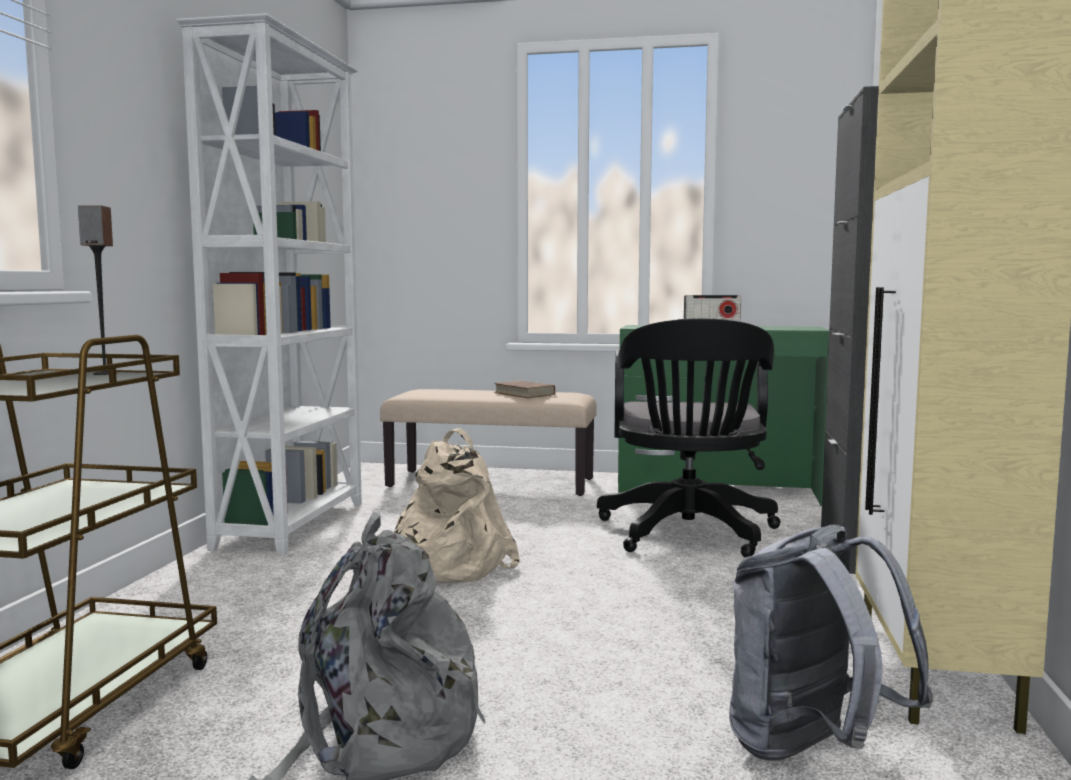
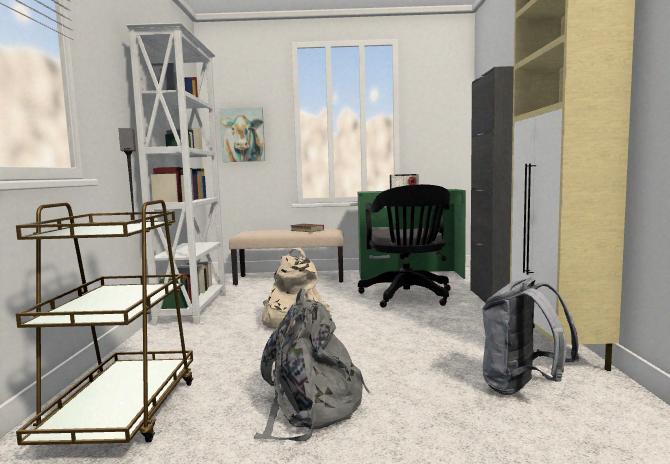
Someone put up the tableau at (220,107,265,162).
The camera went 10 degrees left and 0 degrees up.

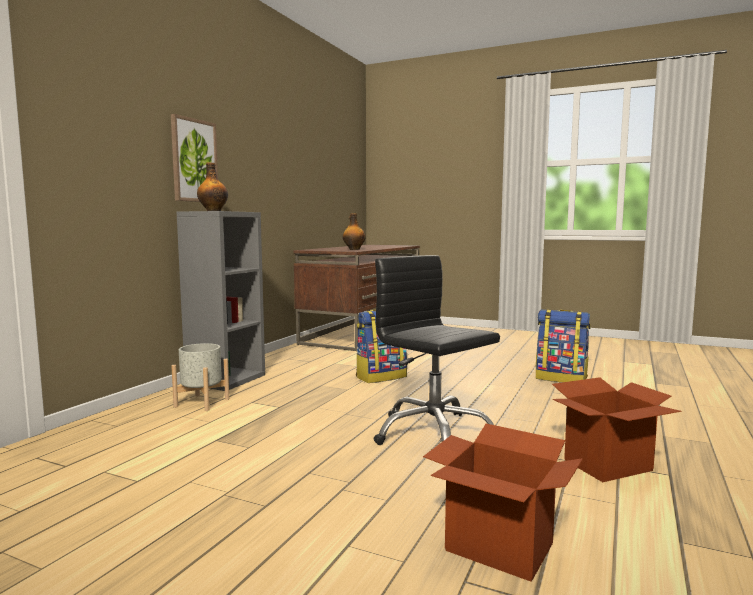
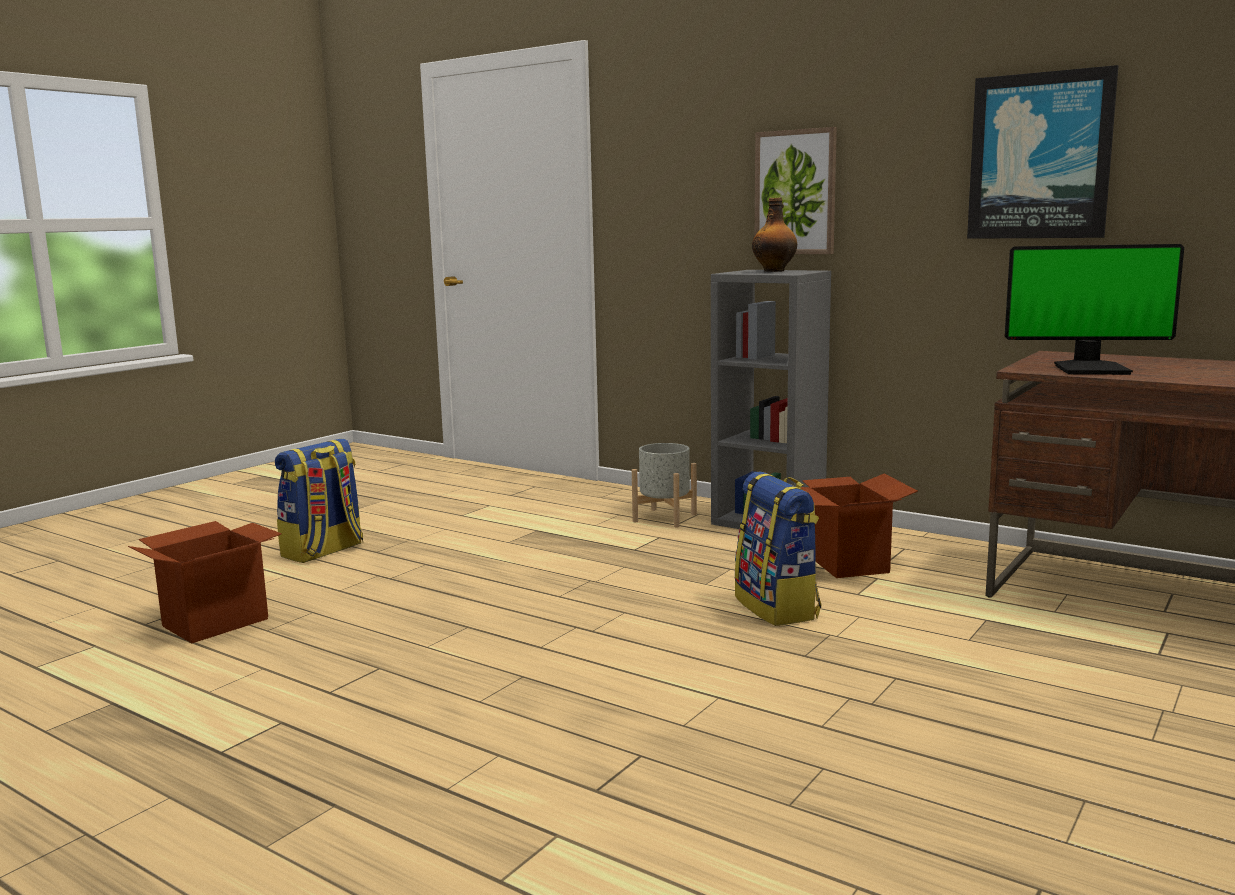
Someone swapped the bouteille at (343,213,366,250) for the écran d'ordinateur at (1005,244,1184,375).
Someone took away the chaise de bureau [noir] at (373,255,500,445).
Someone carried the sac à dos from (536,310,591,383) to (275,439,363,563).
Someone carried the carton from (552,377,681,482) to (801,474,918,578).
Someone put up the tableau at (967,65,1118,239).
The camera went 100 degrees right and 5 degrees up.

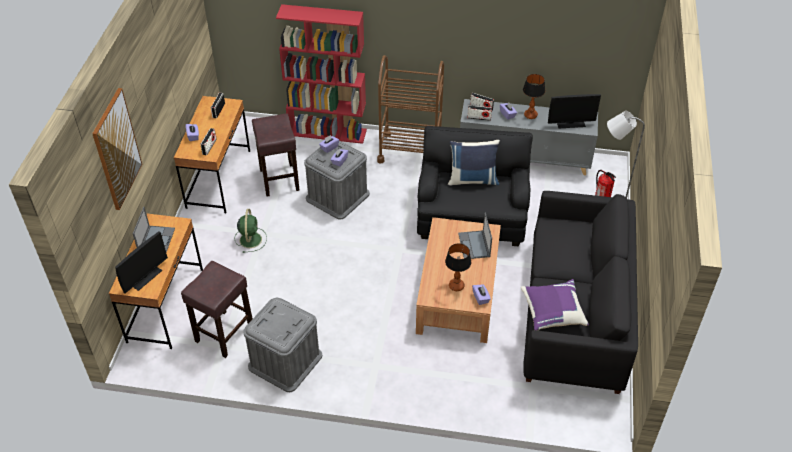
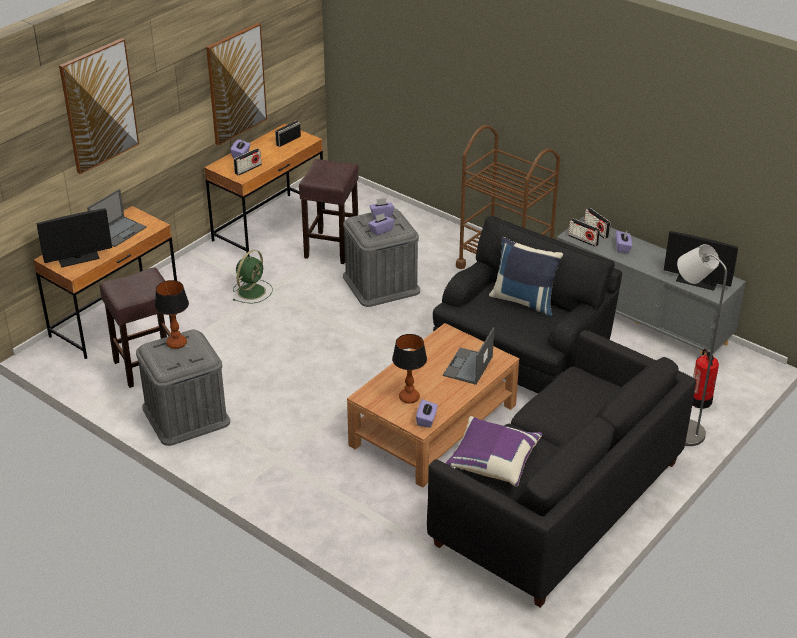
Someone took away the bibliothèque [rouge] at (276,4,367,144).
Someone carried the lampe de table from (523,74,545,119) to (155,280,189,349).
Someone put up the tableau at (206,23,267,146).
The camera went 30 degrees right and 10 degrees down.

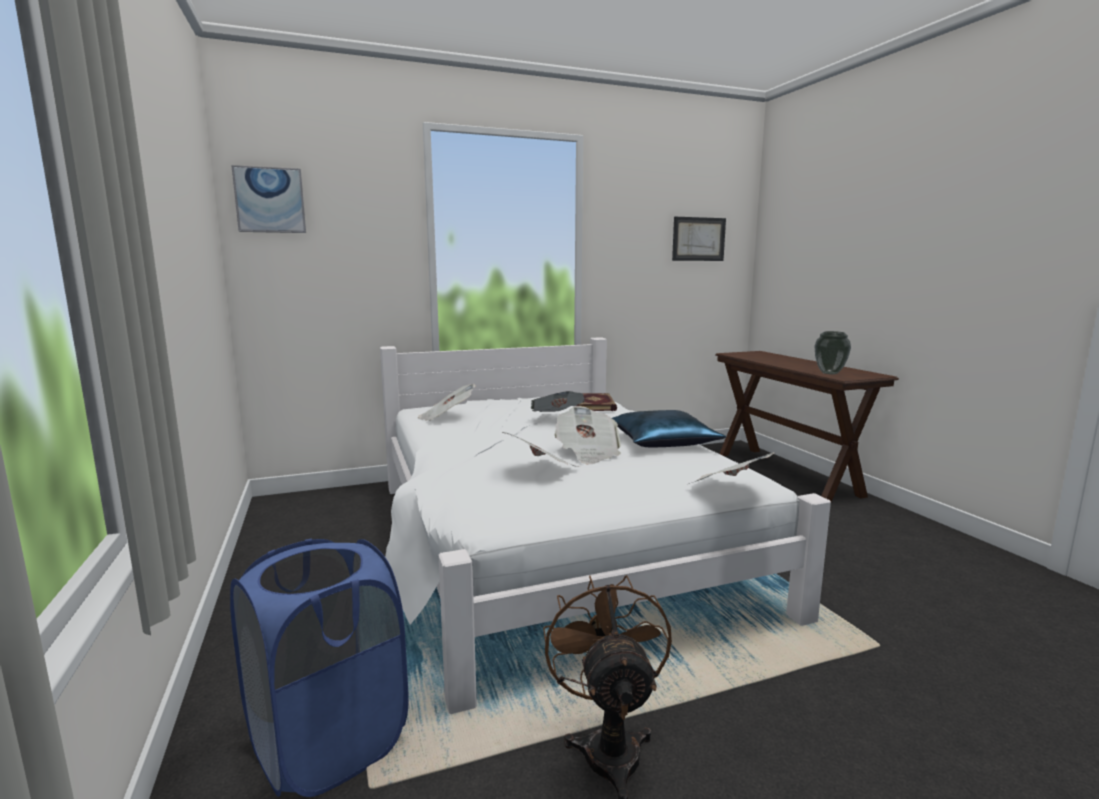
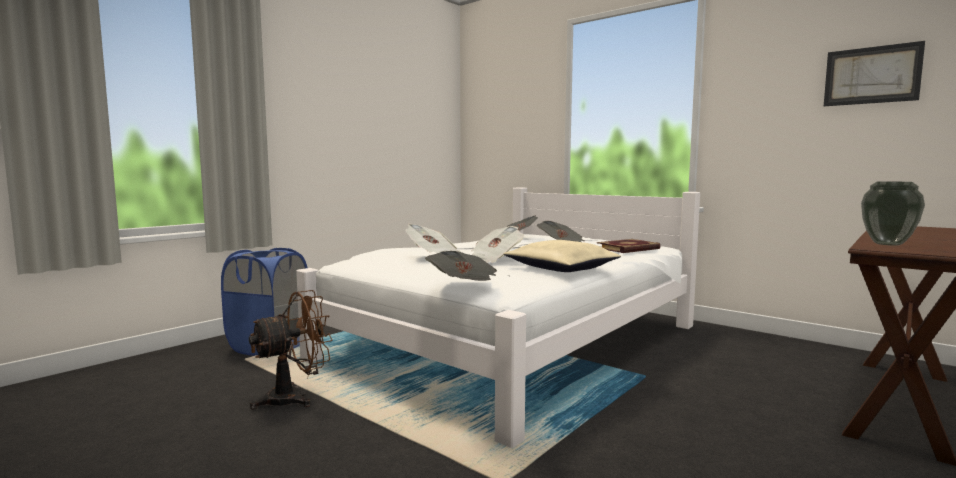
Someone took away the tableau at (231,165,306,233).
Someone repainted the coussin [bleu] at (612,410,726,447), which became the coussin [beige] at (504,240,621,272).
The camera went 60 degrees right and 5 degrees down.

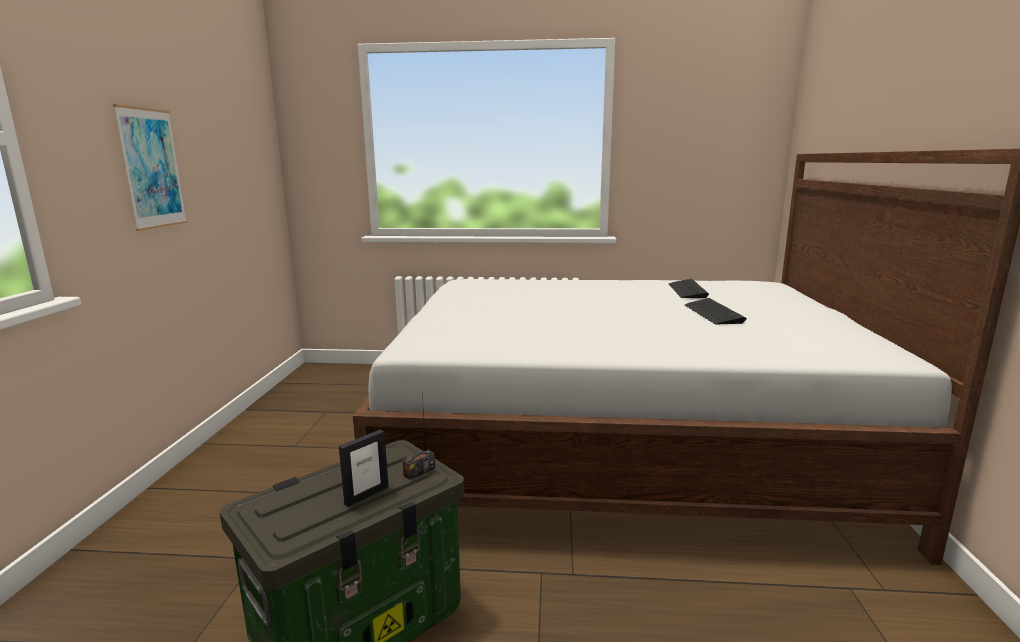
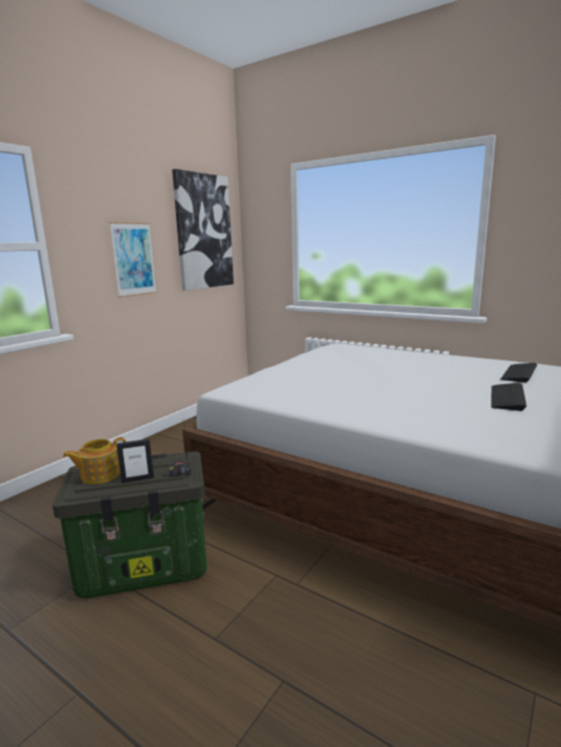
Someone put up the tableau at (172,169,234,291).
Someone put down the théière at (63,437,126,484).
The camera went 30 degrees right and 0 degrees up.

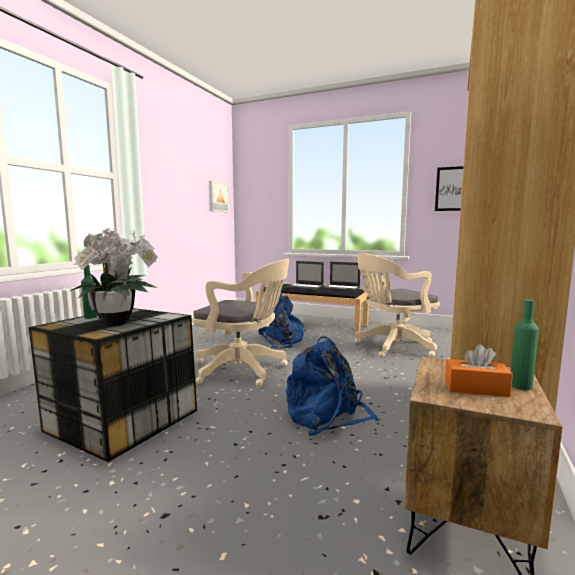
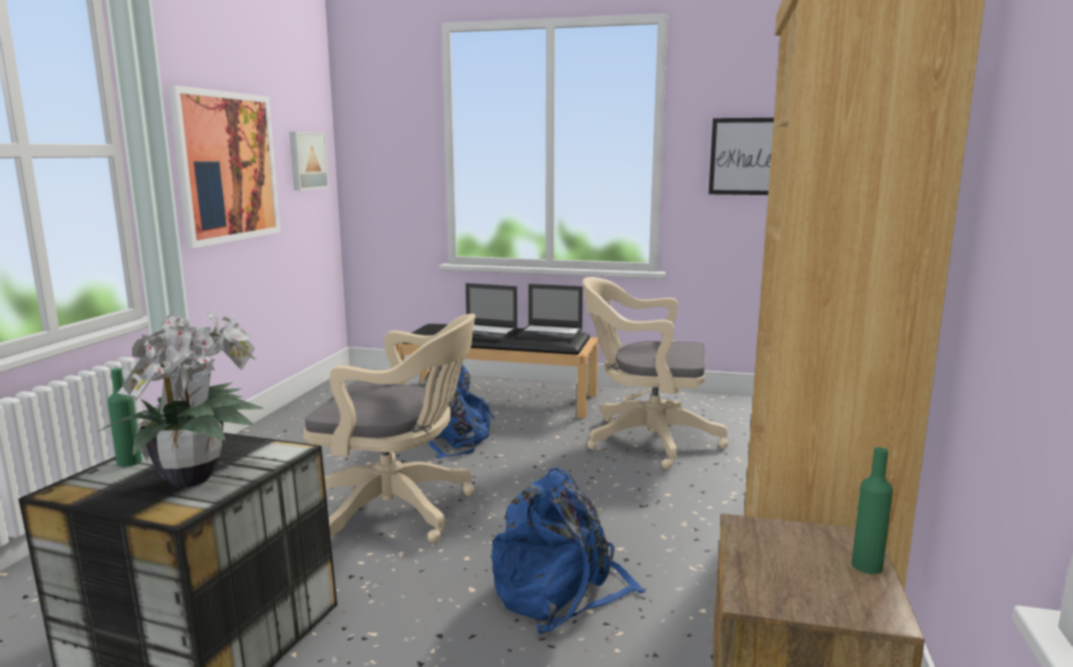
Someone rotated the chaise de bureau [beige] at (355,253,440,357) by 45 degrees clockwise.
Someone took away the boîte à mouchoirs [orange] at (445,344,513,397).
Someone put up the tableau at (168,85,280,248).
The camera went 10 degrees left and 5 degrees up.

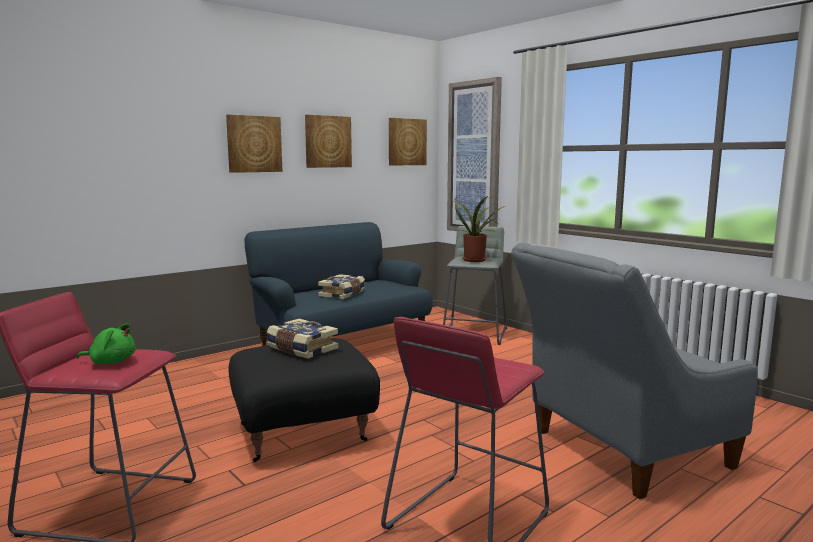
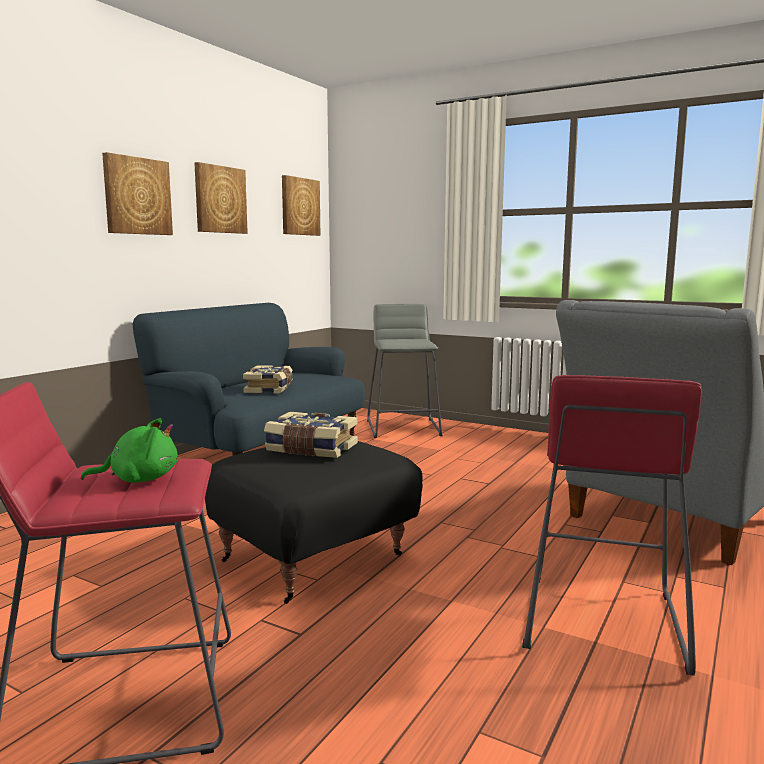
Someone took away the tableau at (447,77,502,231).
Someone took away the plante en pot at (452,195,505,262).
The camera went 20 degrees left and 0 degrees up.

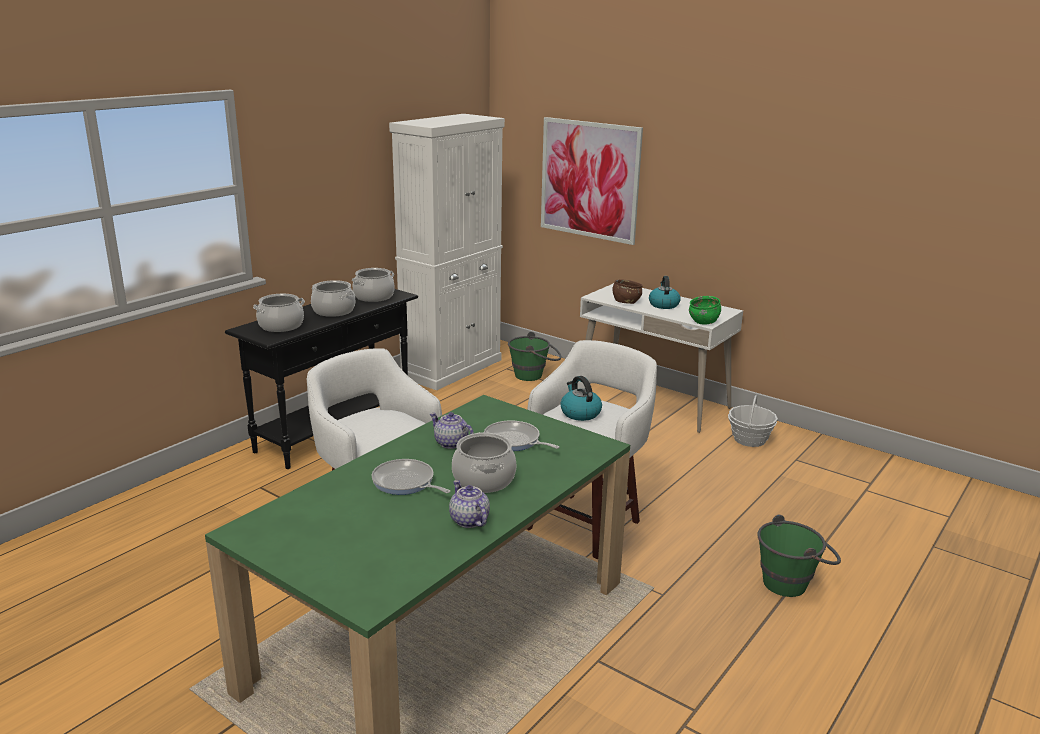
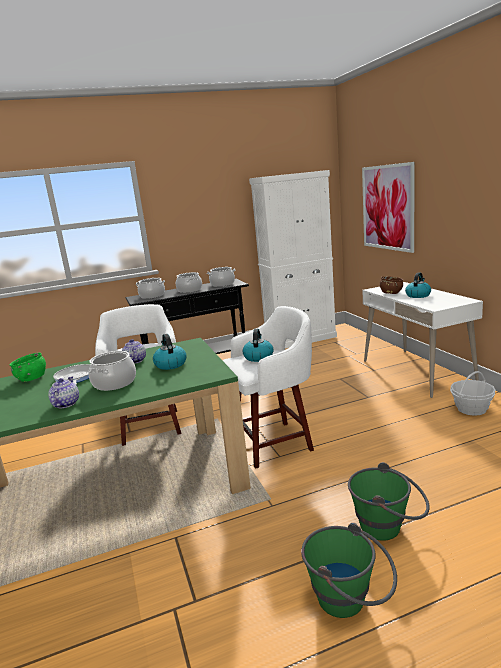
Someone carried the bol [vert] from (689,296,721,324) to (10,353,46,382).
Someone carried the seau [vert] from (508,332,562,381) to (301,523,397,618).
Someone swapped the poêle at (484,421,559,451) for the bouilloire at (153,334,187,370).
The camera went 35 degrees right and 5 degrees down.

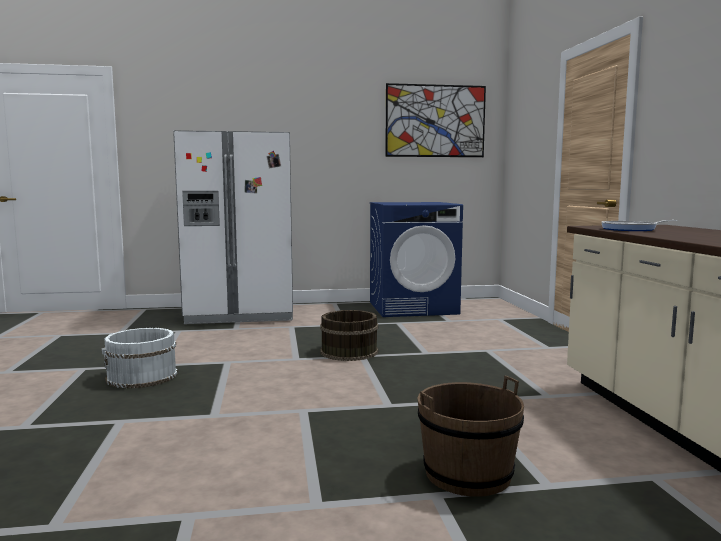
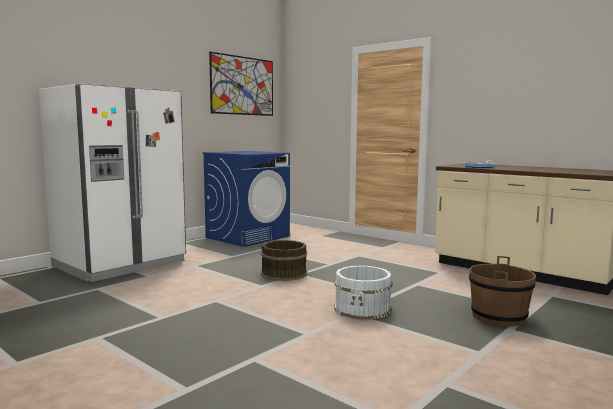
Someone carried the seau [blanc] from (102,328,178,389) to (334,266,393,320).
The camera went 40 degrees left and 0 degrees up.

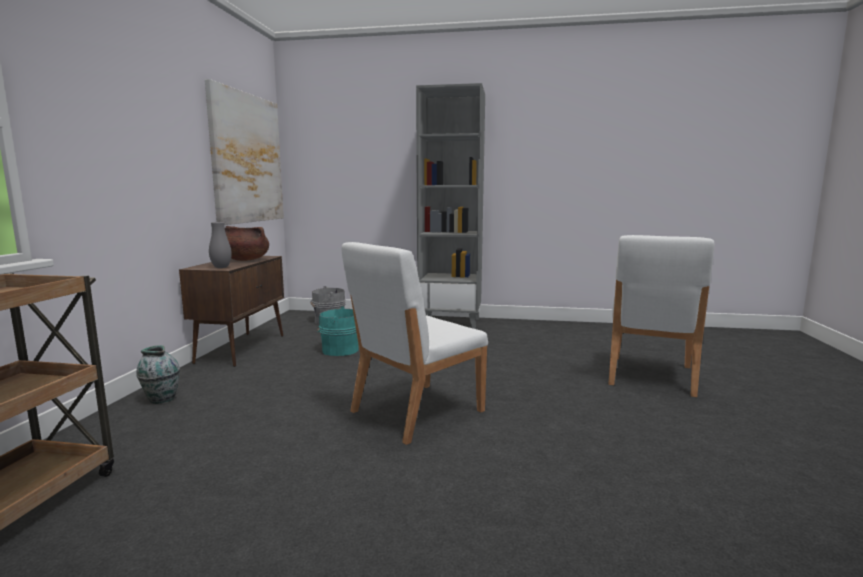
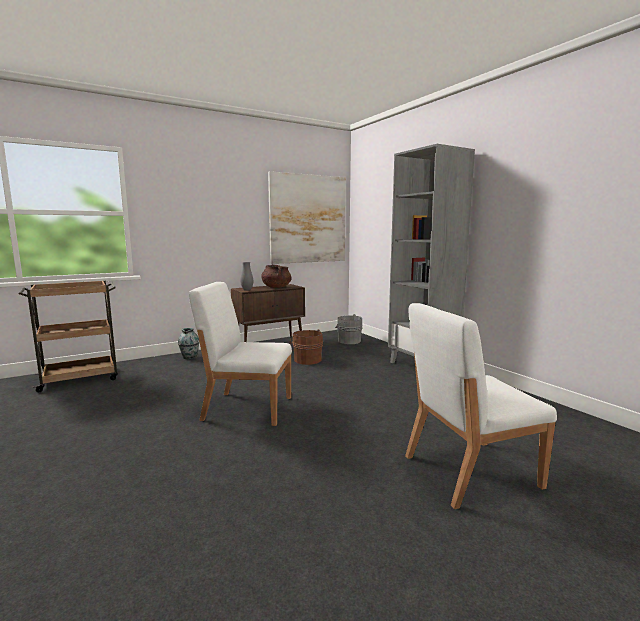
Someone repainted the seau [turquoise] at (317,306,358,356), which became the seau [marron] at (290,329,323,365).
The camera went 50 degrees right and 0 degrees up.

